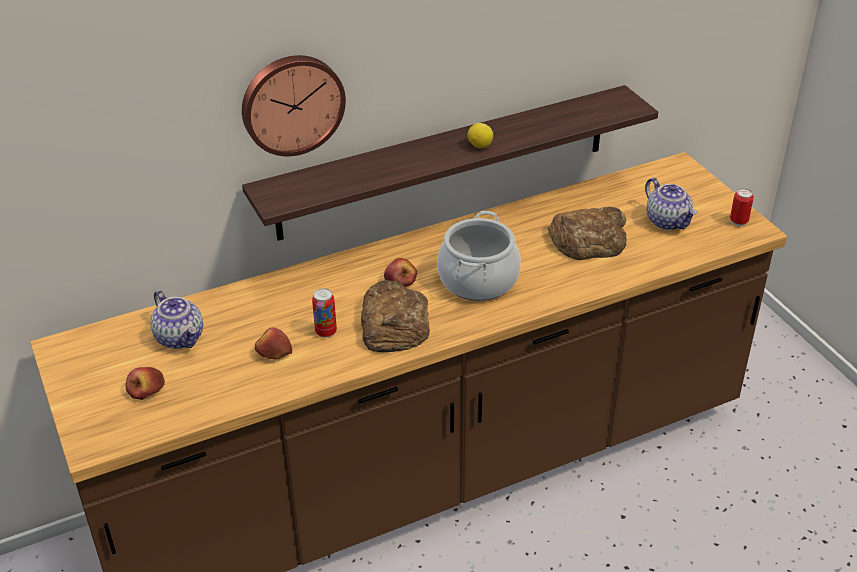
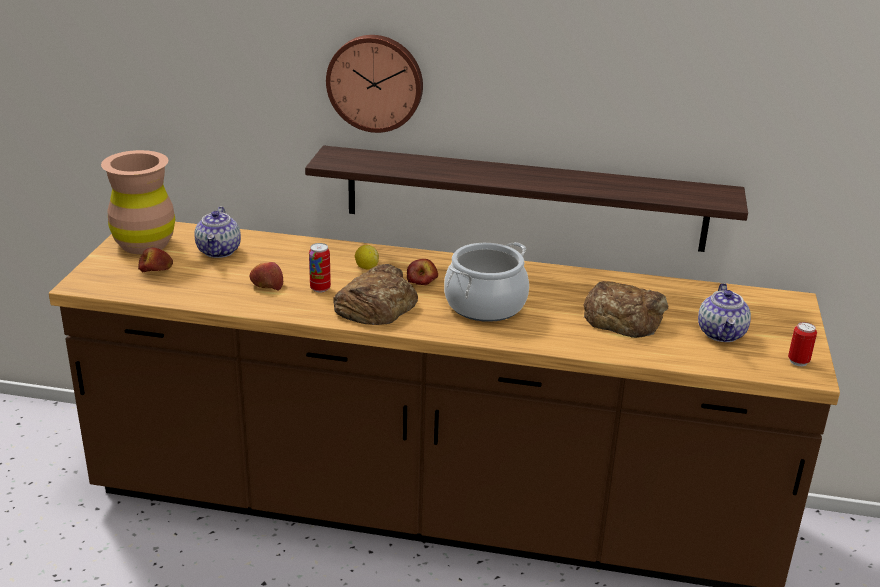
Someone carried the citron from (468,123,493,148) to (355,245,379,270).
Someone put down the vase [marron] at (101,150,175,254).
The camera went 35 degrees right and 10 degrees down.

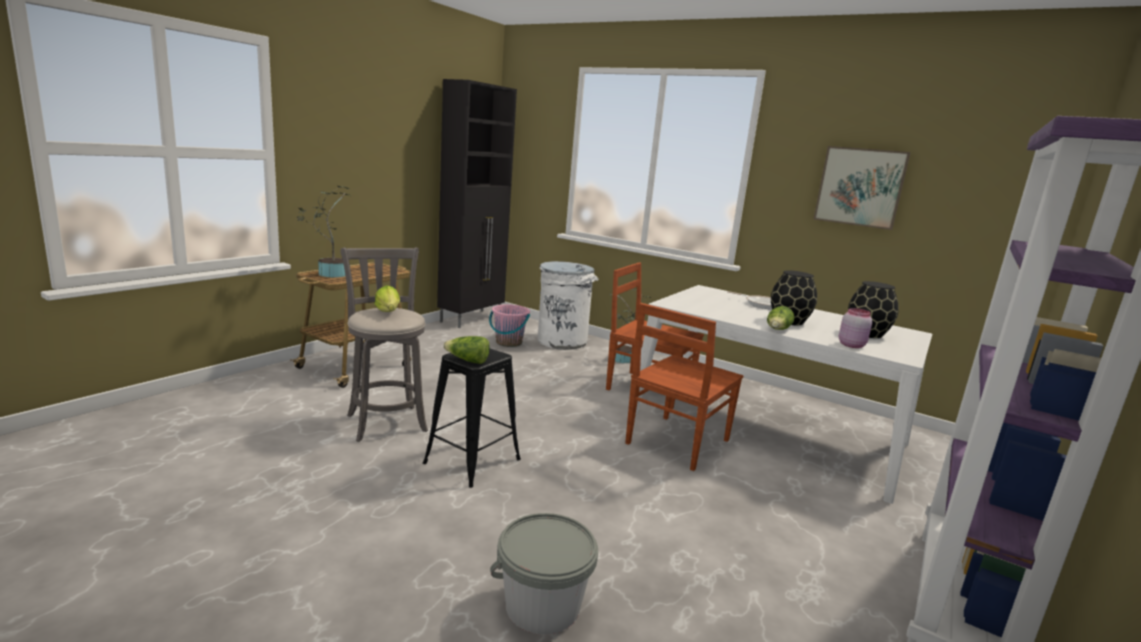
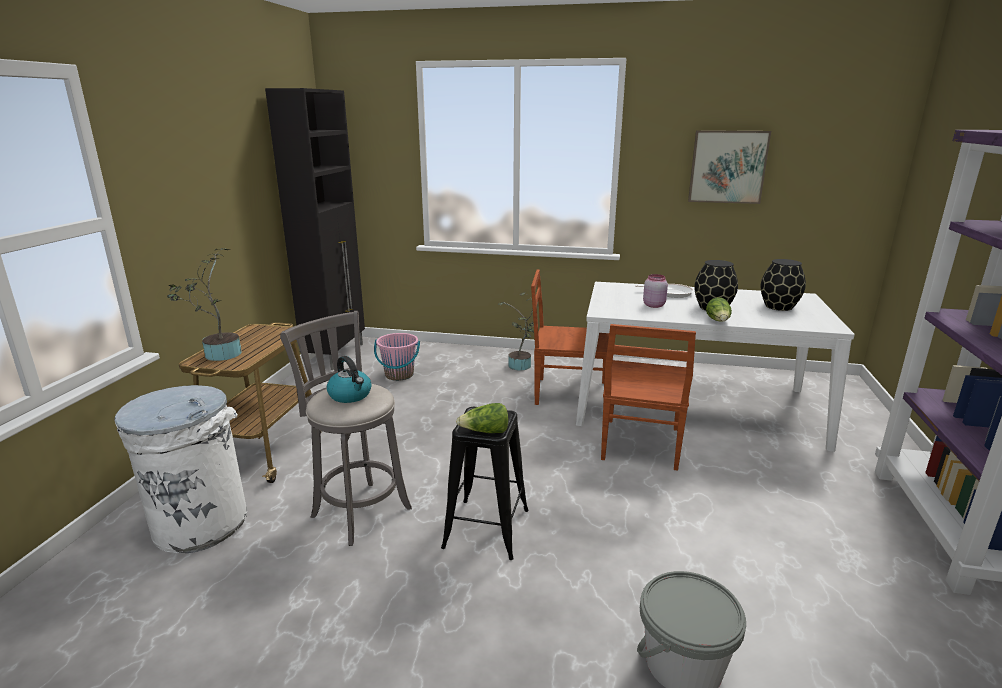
Someone carried the poubelle [blanc] from (537,261,599,350) to (114,385,247,553).
Someone swapped the laitue at (375,285,400,312) for the bouilloire at (327,356,371,403).
Someone carried the bocal [rose] from (839,308,872,348) to (643,274,668,308).
The camera went 20 degrees left and 5 degrees up.

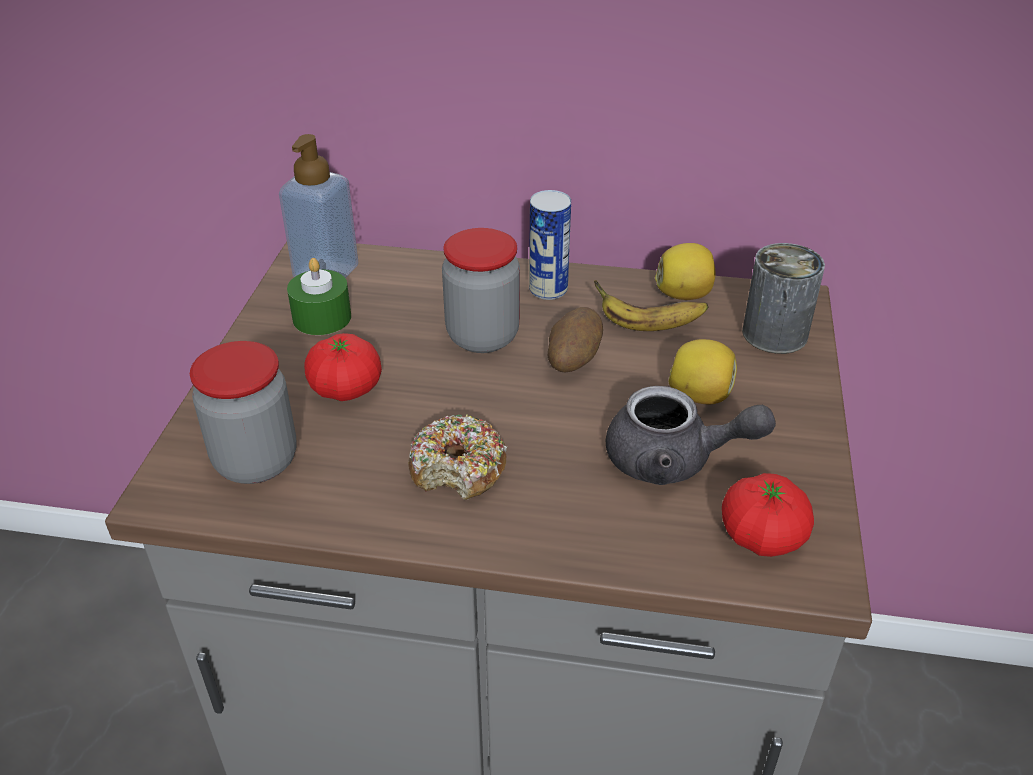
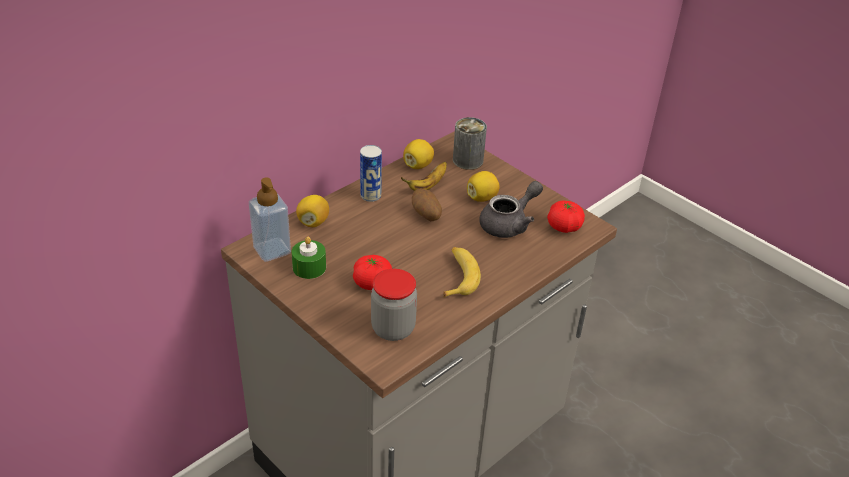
Someone took away the bocal at (442,228,520,353).
Someone swapped the beignet at (408,414,507,500) for the banane at (443,247,481,297).
Someone put down the citron at (296,195,329,227).
The camera went 55 degrees left and 0 degrees up.

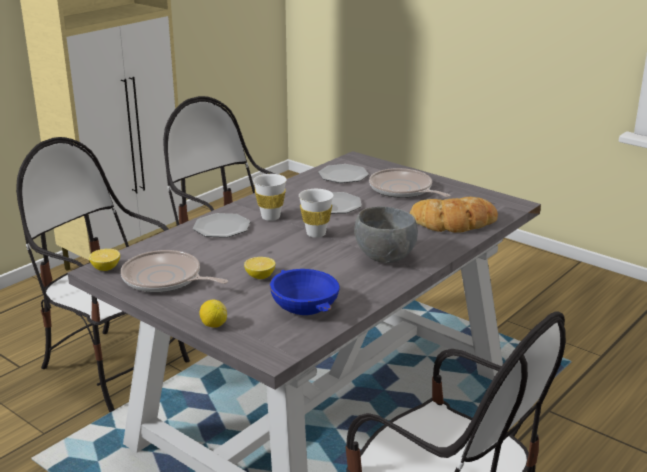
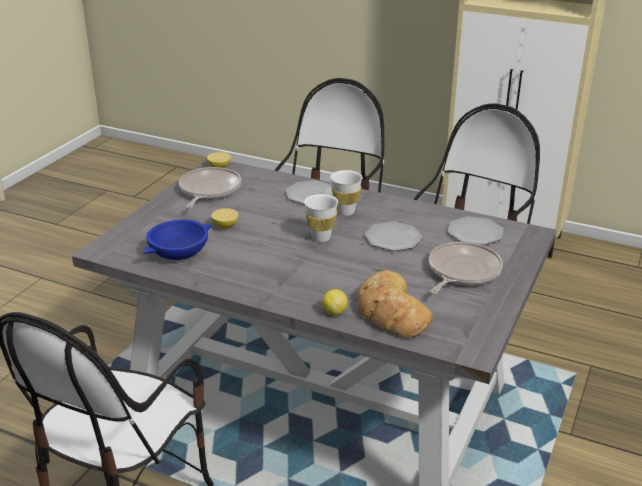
Someone took away the bol [gris] at (354,207,418,263).
Someone carried the citron from (199,299,227,328) to (322,289,348,315).
The camera went 75 degrees right and 5 degrees up.

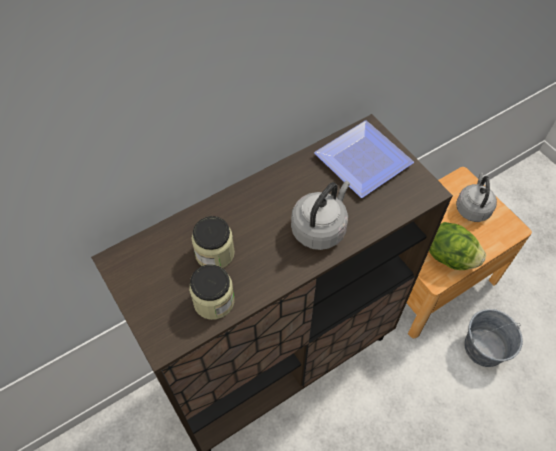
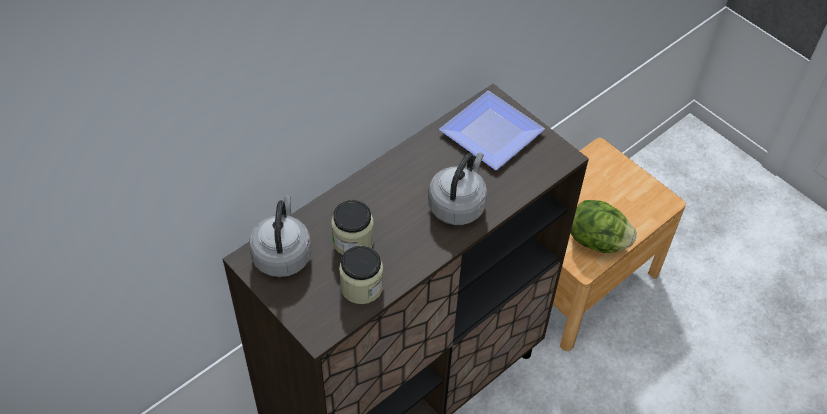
Someone carried the bouilloire [gris] from (456,173,497,222) to (249,195,312,277).
Someone took away the seau [gris] at (464,309,523,367).
The camera went 10 degrees left and 5 degrees down.

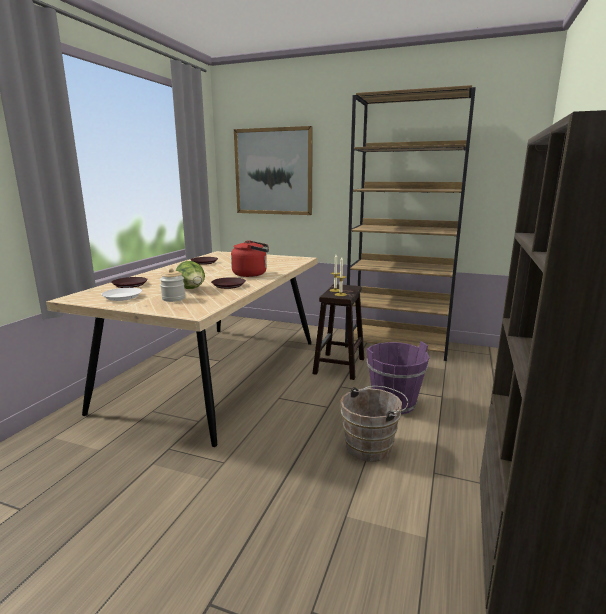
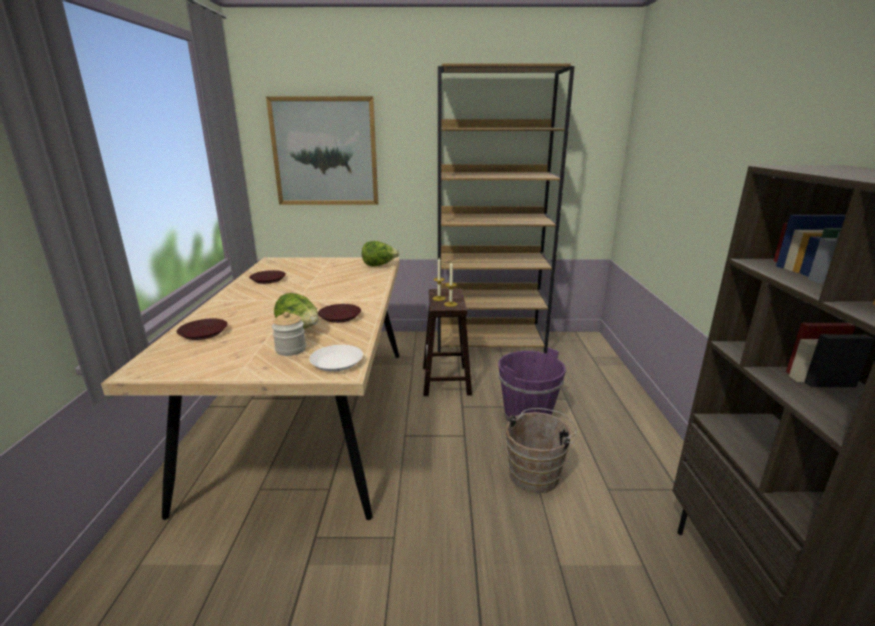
Someone took away the bouilloire [rouge] at (231,240,269,277).
Someone carried the assiette [blanc] from (101,288,142,301) to (309,345,363,372).
Someone put down the laitue at (362,241,400,267).
The camera went 20 degrees left and 5 degrees up.

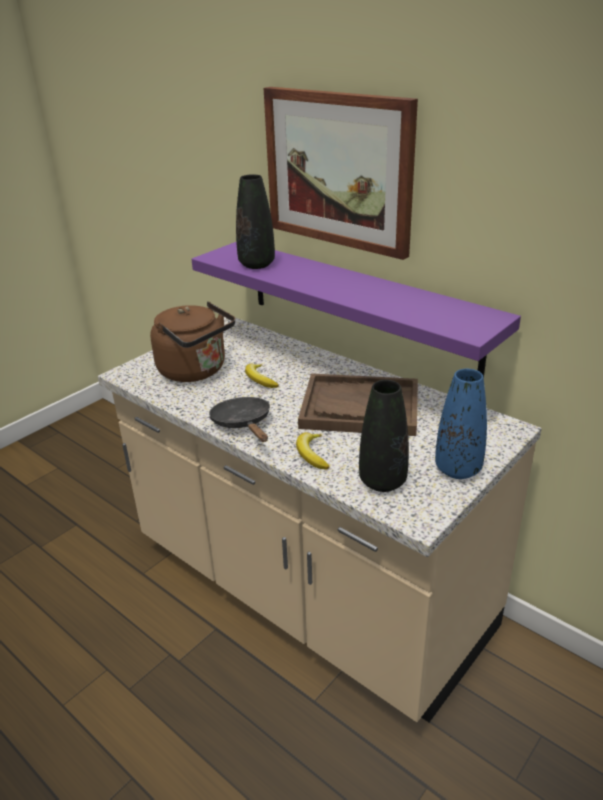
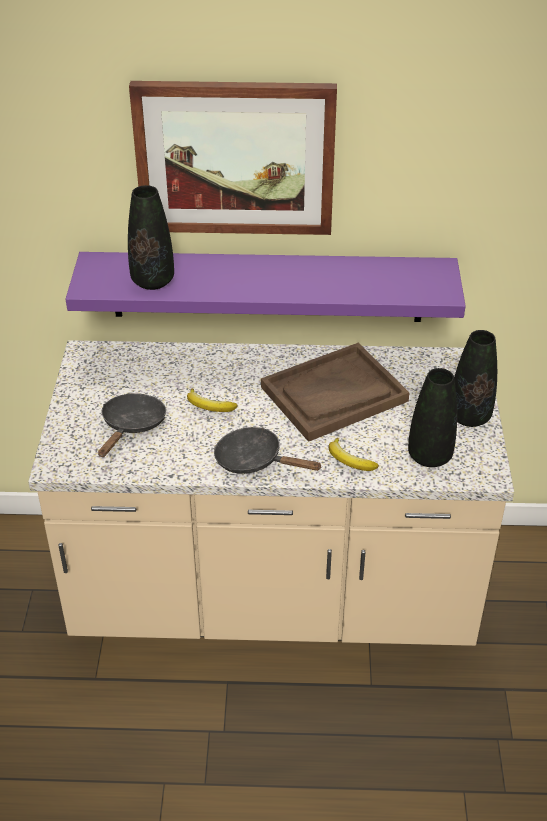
Someone swapped the bouilloire [marron] at (150,301,235,382) for the poêle [noir] at (98,393,166,457).
Someone repainted the vase [bleu] at (435,368,487,479), which became the vase [noir] at (454,330,497,427).
The camera went 40 degrees left and 10 degrees up.

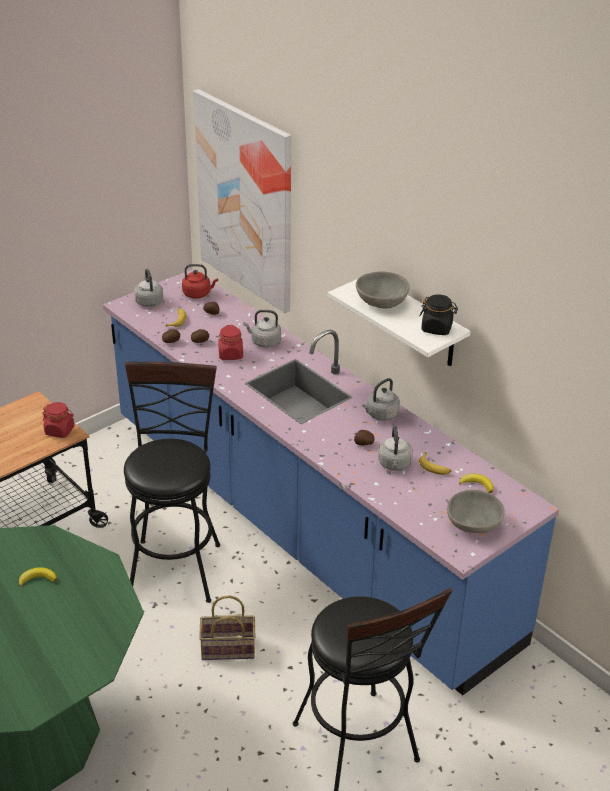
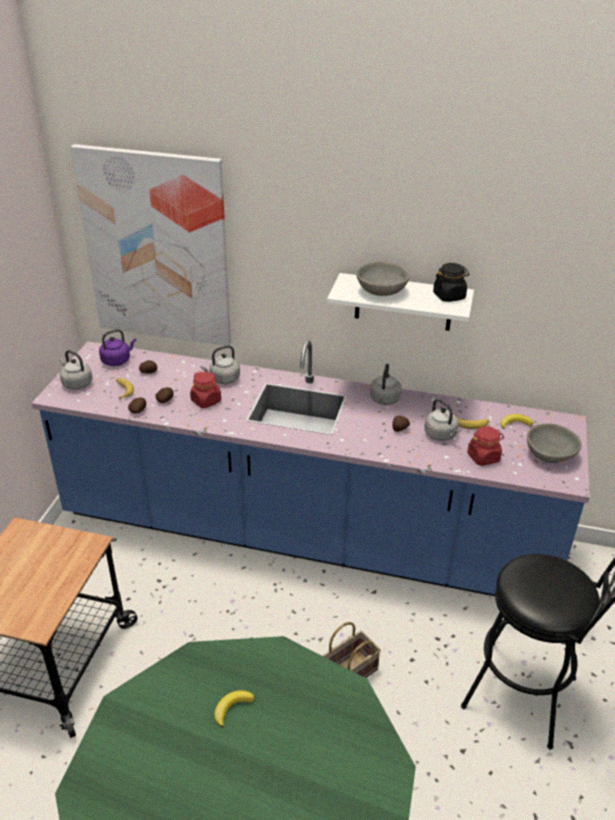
Someone repainted the bouilloire [rouge] at (182,264,218,298), which became the bouilloire [violet] at (99,329,136,366).
Someone took away the tabouret [noir] at (124,362,220,603).
Someone carried the bocal [rouge] from (42,402,74,438) to (467,426,504,466).
The camera went 35 degrees left and 0 degrees up.

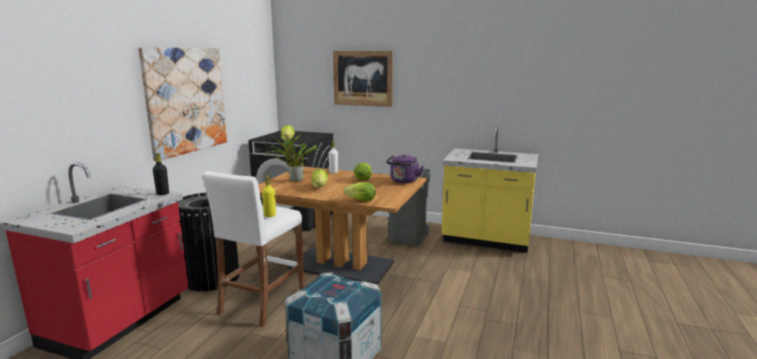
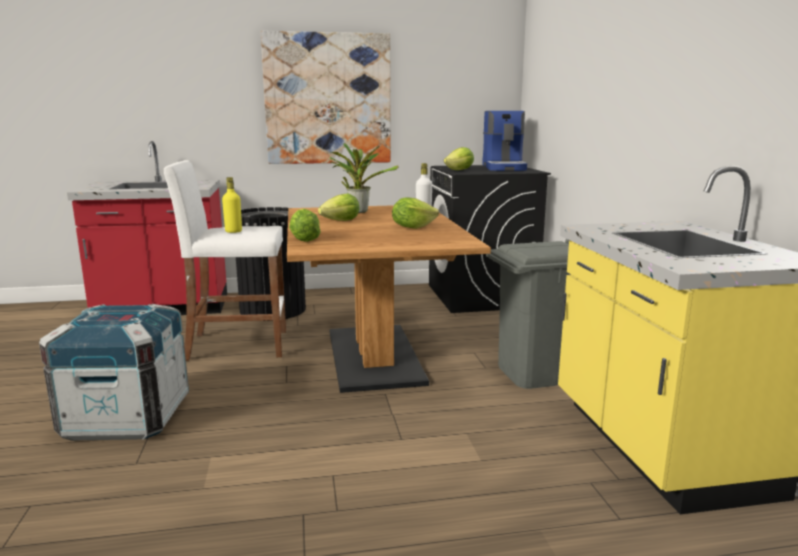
Someone took away the tableau at (333,51,393,107).
Someone took away the bouteille [noir] at (153,153,169,195).
Someone took away the bouilloire [violet] at (386,154,424,183).
Someone put down the machine à café at (482,111,527,171).
The camera went 60 degrees right and 0 degrees up.

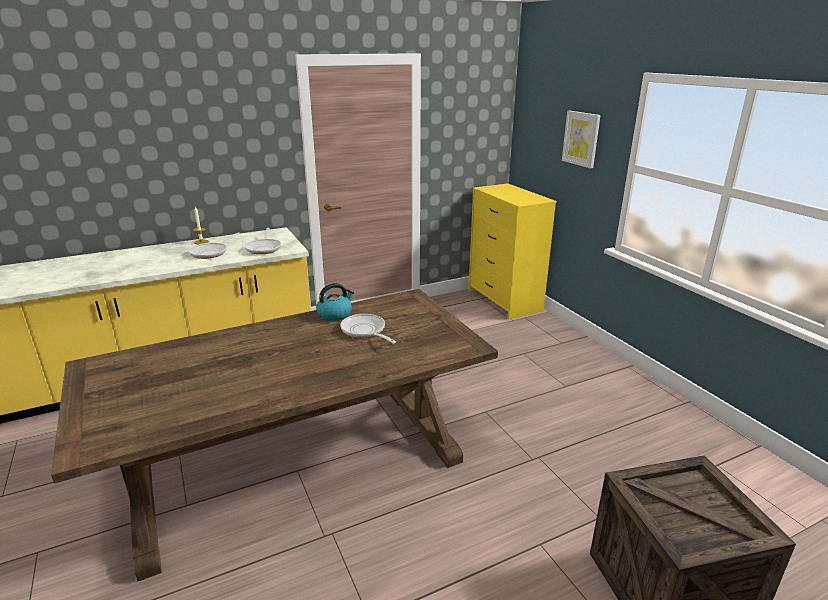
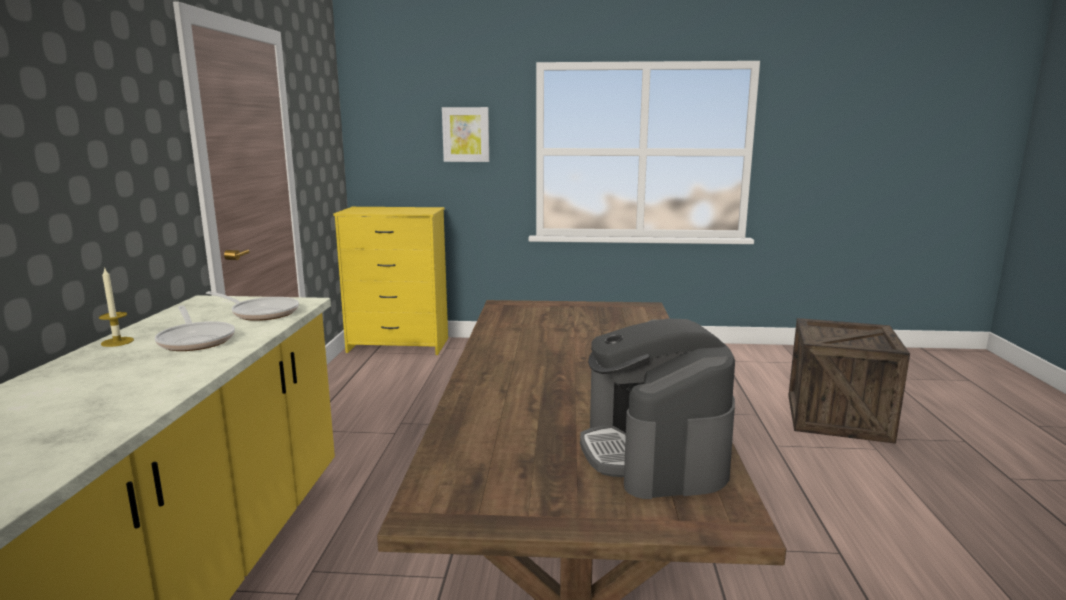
Someone took away the bouilloire at (316,283,354,321).
Someone took away the poêle at (340,314,396,344).
Someone put down the machine à café at (580,318,735,499).
The camera went 60 degrees left and 10 degrees down.

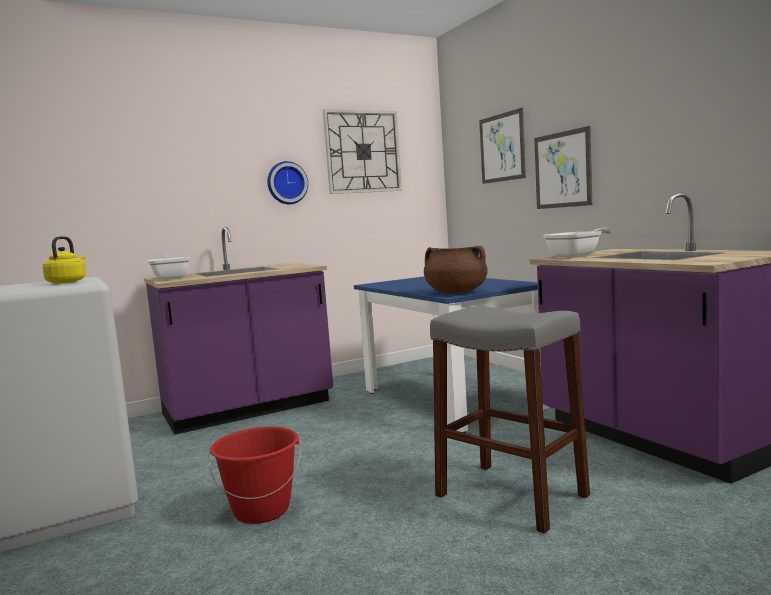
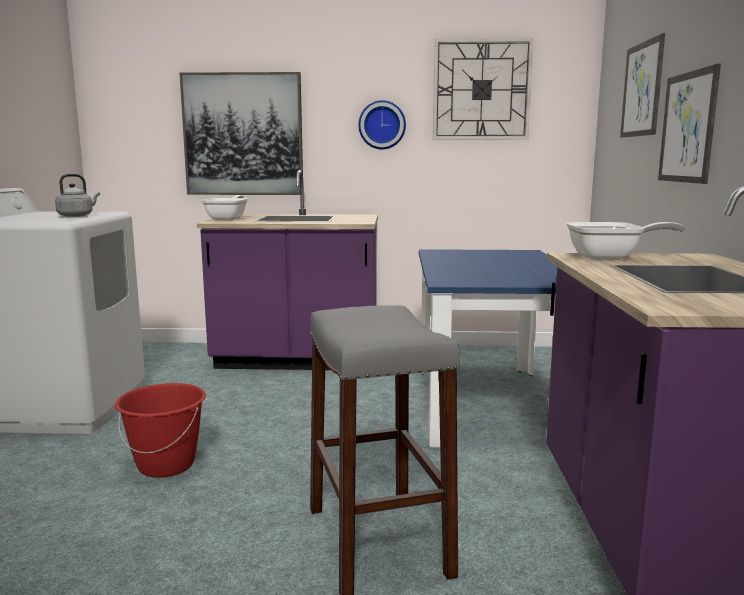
Someone repainted the bouilloire [jaune] at (42,236,86,284), which became the bouilloire [gris] at (55,174,100,217).
Someone took away the marmite [marron] at (424,246,488,294).
Someone put up the tableau at (180,72,303,195).
The camera went 30 degrees right and 5 degrees up.

